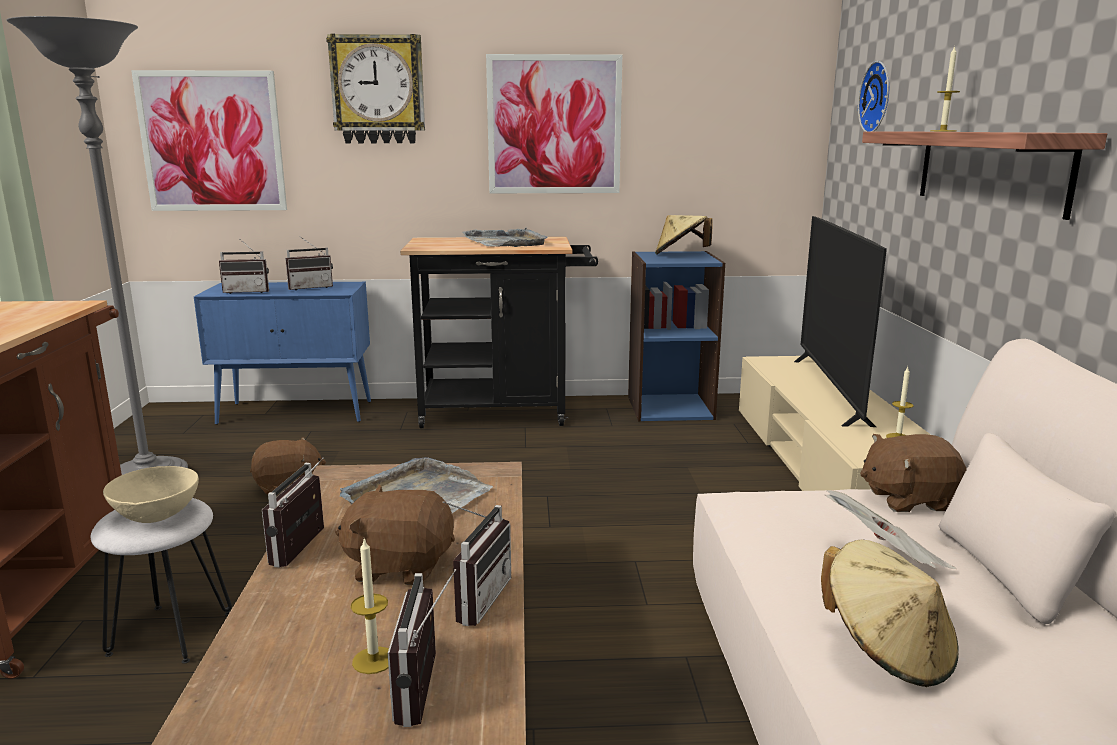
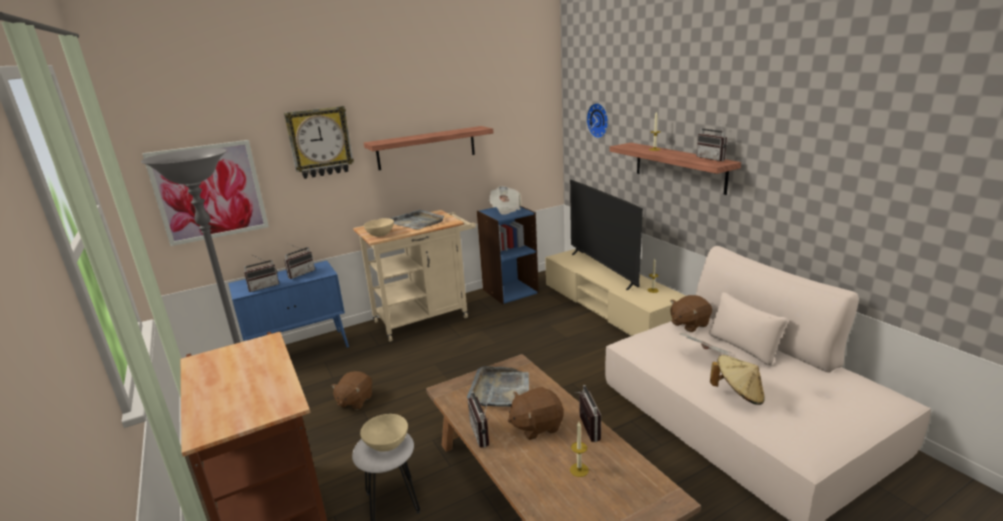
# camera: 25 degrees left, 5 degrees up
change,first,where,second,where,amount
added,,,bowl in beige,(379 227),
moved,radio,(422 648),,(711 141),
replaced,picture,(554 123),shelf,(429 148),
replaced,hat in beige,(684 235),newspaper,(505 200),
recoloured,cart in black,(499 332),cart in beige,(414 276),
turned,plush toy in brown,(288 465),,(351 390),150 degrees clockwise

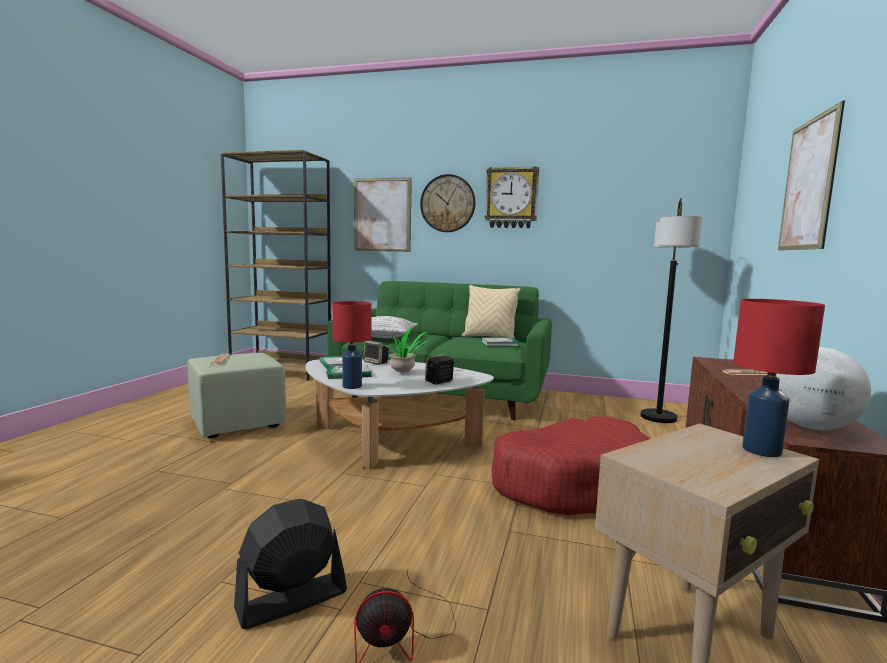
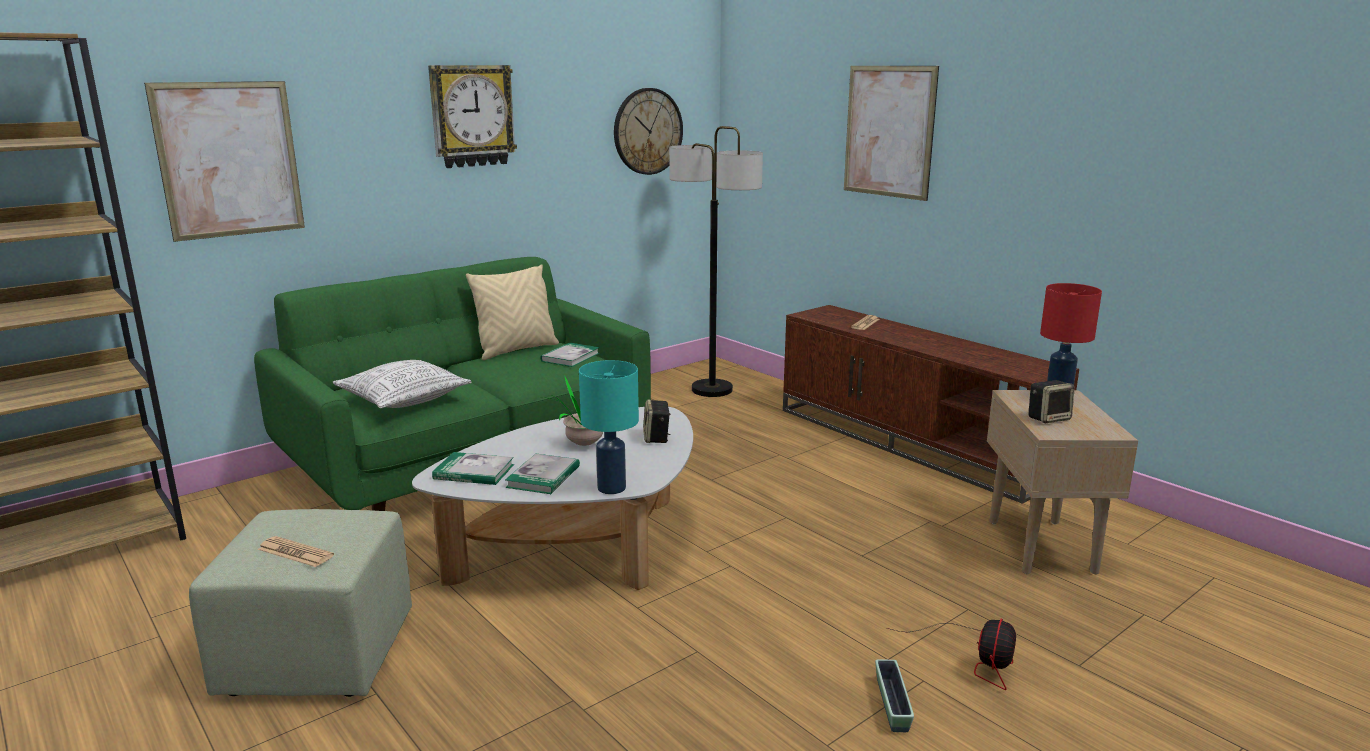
# camera: 55 degrees left, 10 degrees up
change,first,where,second,where,amount
removed,dog bed in red,(570 465),,,
removed,globe,(823 388),,,
moved,speaker,(376 352),,(1052 401),
moved,wall clock,(447 203),,(648 131),
replaced,fan in black,(290 564),planter,(894 696),
recoloured,table lamp in red,(352 345),table lamp in turquoise,(609 427),

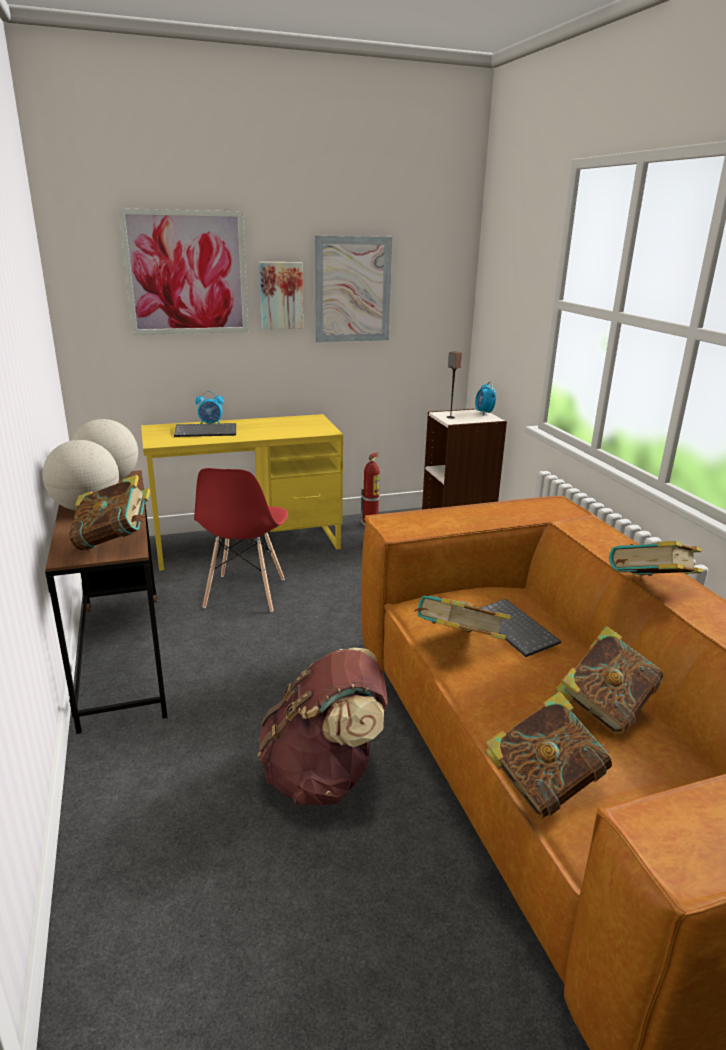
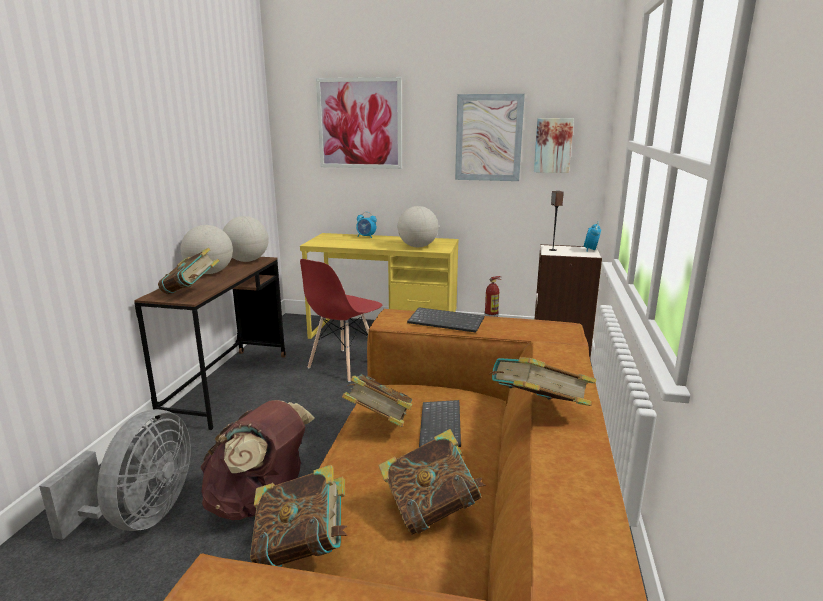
# camera: 30 degrees right, 5 degrees down
change,first,where,second,where,amount
added,,,fan in grey,(115 474),
added,,,globe,(418 226),
moved,keyboard,(205 430),,(445 320),
moved,picture,(281 295),,(554 145),

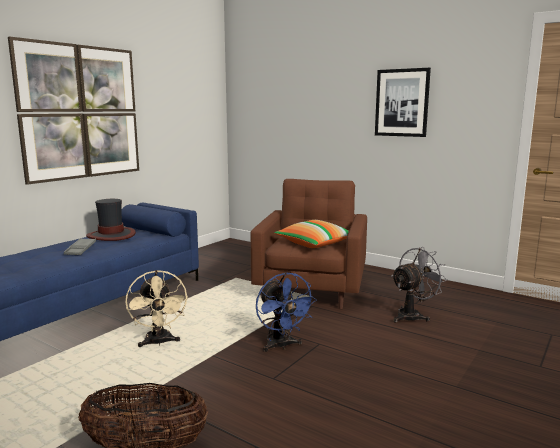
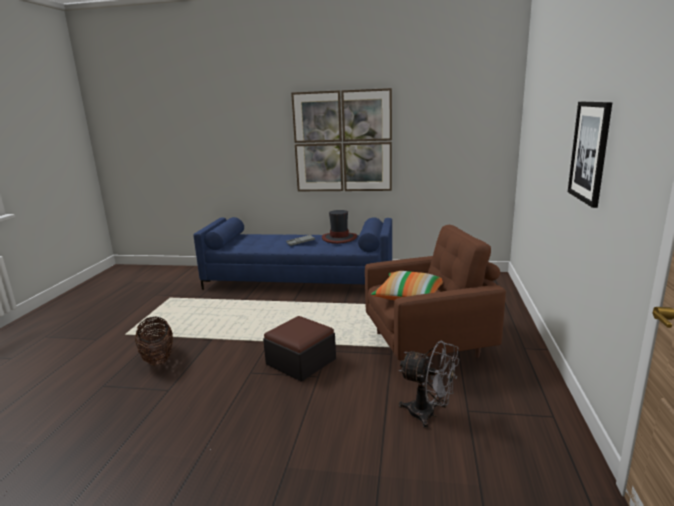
# camera: 65 degrees right, 5 degrees up
change,first,where,second,where,amount
removed,fan in beige,(157 308),,,
replaced,fan in blue,(286 312),ottoman,(299 349),

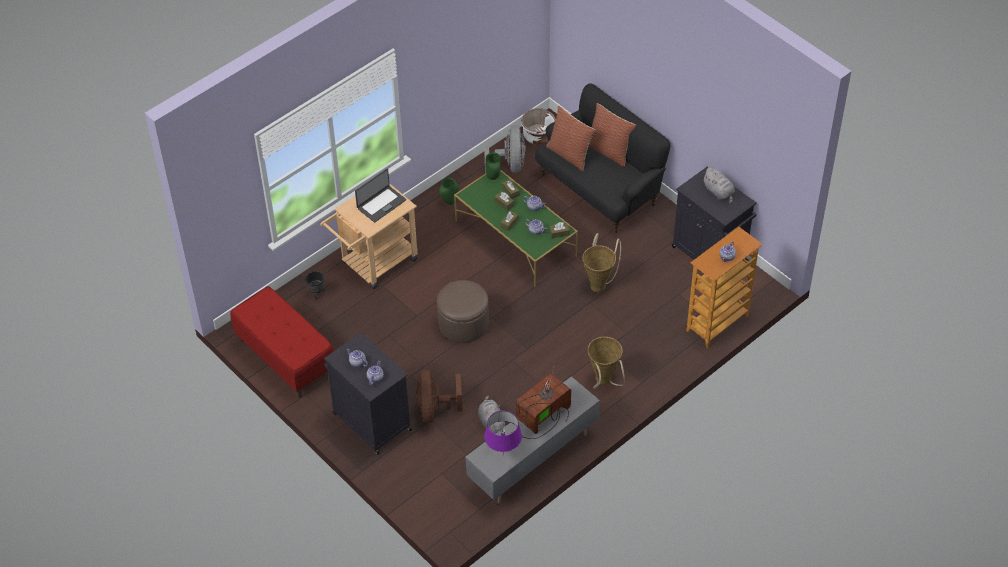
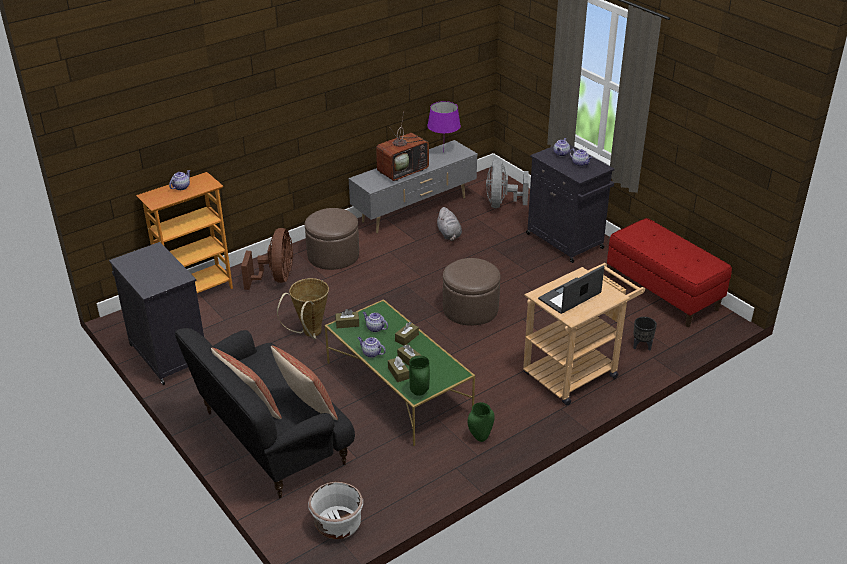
# camera: 175 degrees left, 15 degrees down
change,first,where,second,where,amount
removed,plush toy in grey,(718 185),,,
moved,fan in brown,(439 396),,(267 259),
moved,fan in grey,(505 149),,(507 183),
replaced,basket,(606 363),ottoman in brown,(332 239),

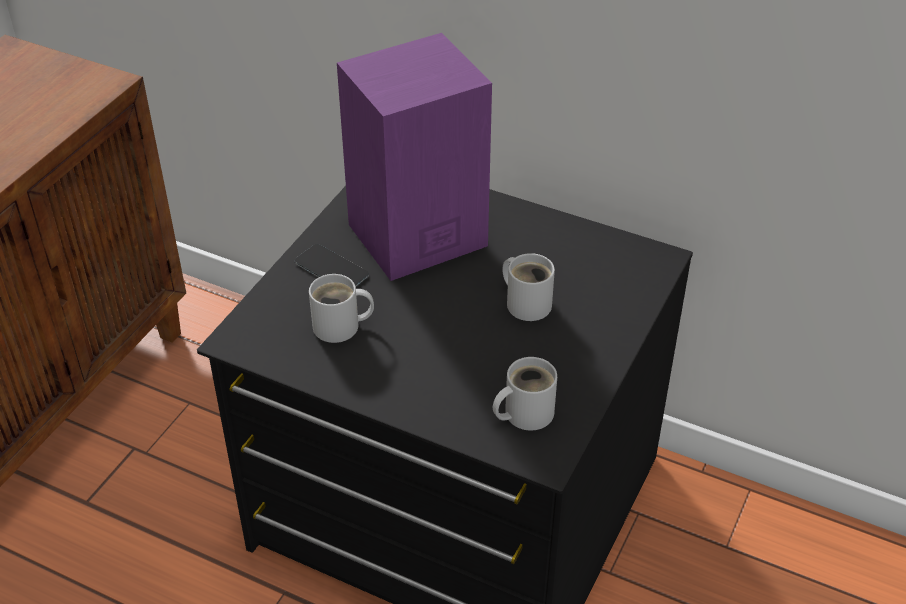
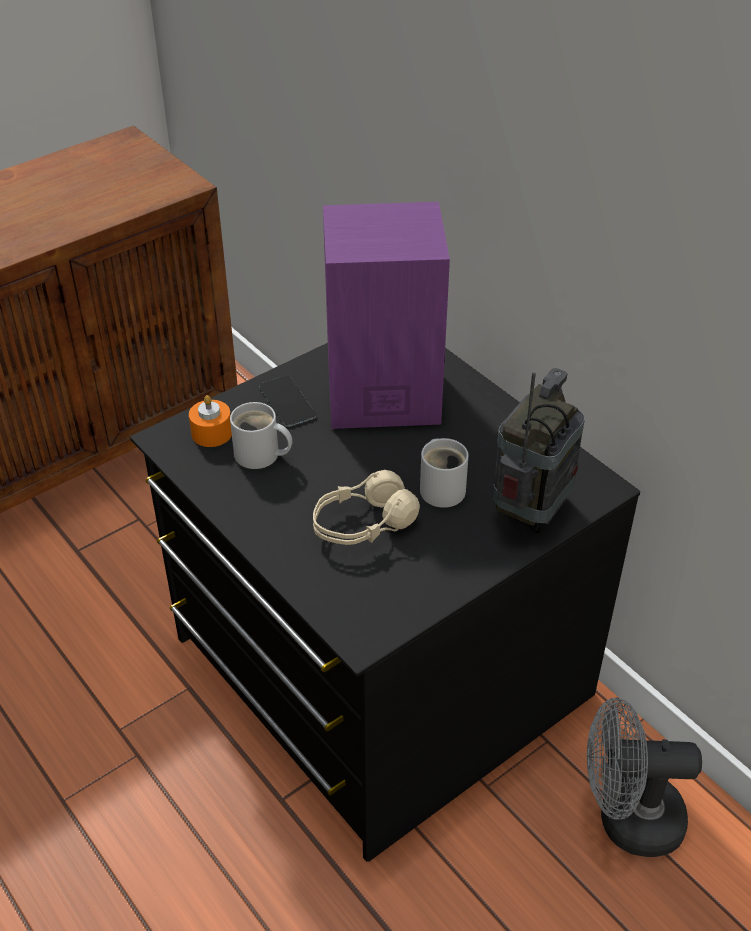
# camera: 25 degrees right, 0 degrees up
change,first,where,second,where,amount
removed,mug in white,(525 393),,,
added,,,candle in orange,(210 421),
added,,,headphones in beige,(366 507),
added,,,radio,(539 450),
added,,,fan in grey,(644 777),

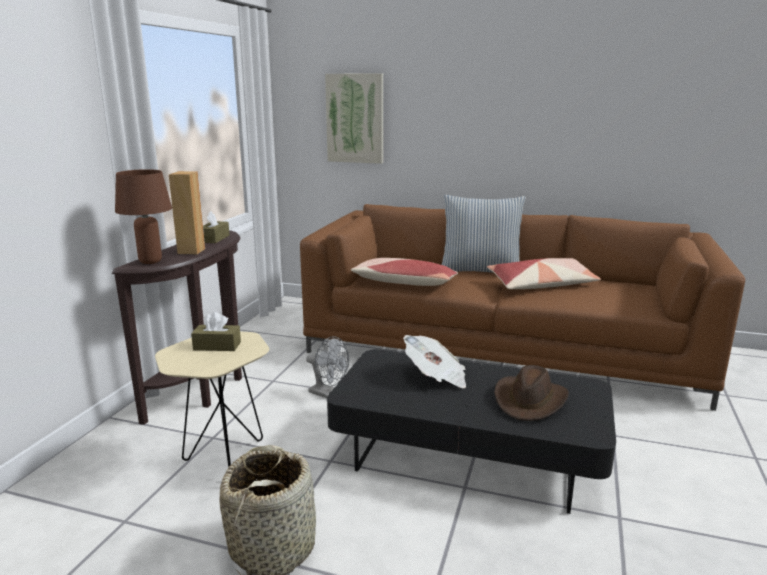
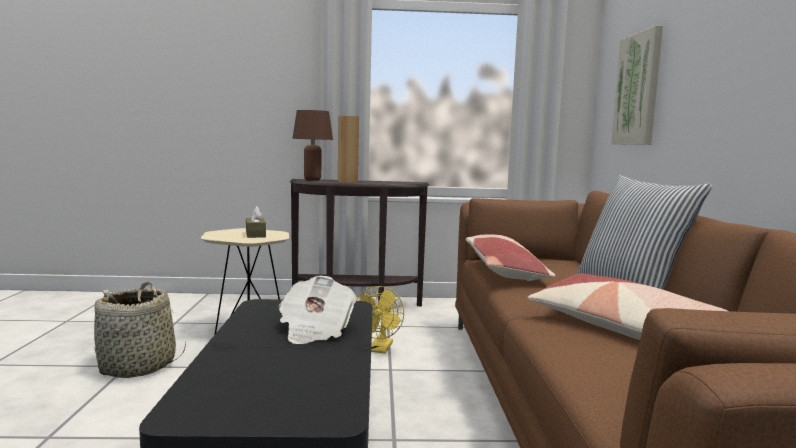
# camera: 70 degrees right, 10 degrees down
change,first,where,second,where,amount
removed,tissue box in brown,(216 227),,,
removed,hat in brown,(531 393),,,
recoloured,fan in grey,(327 367),fan in yellow,(380 320),

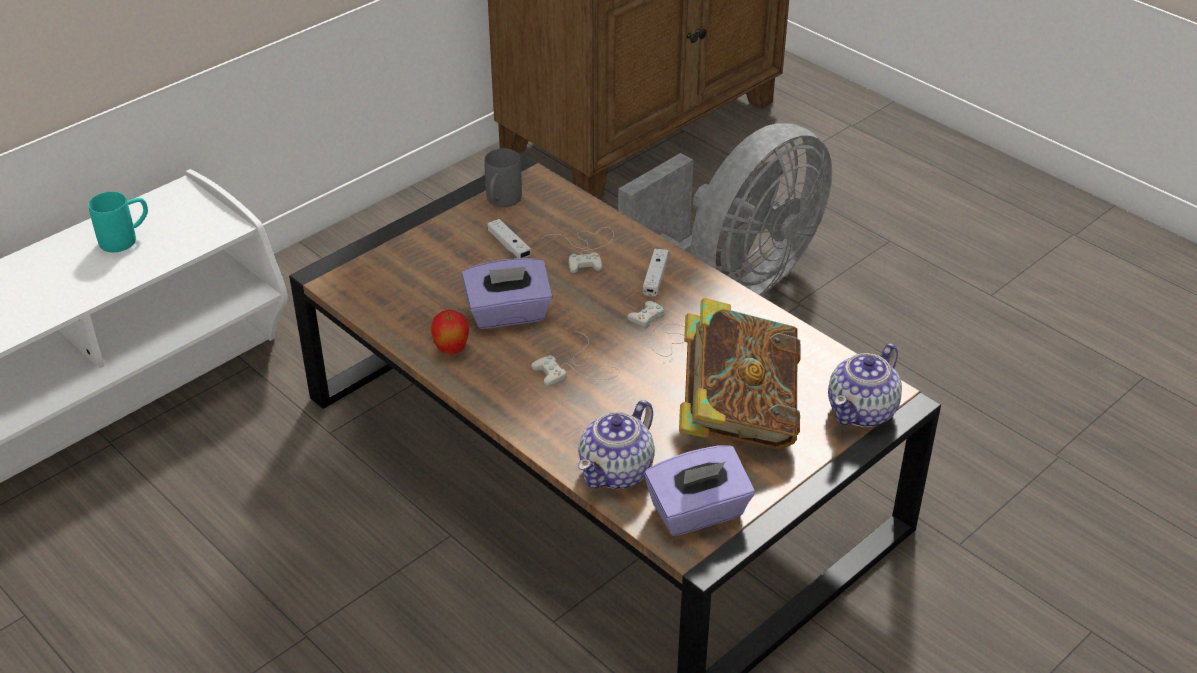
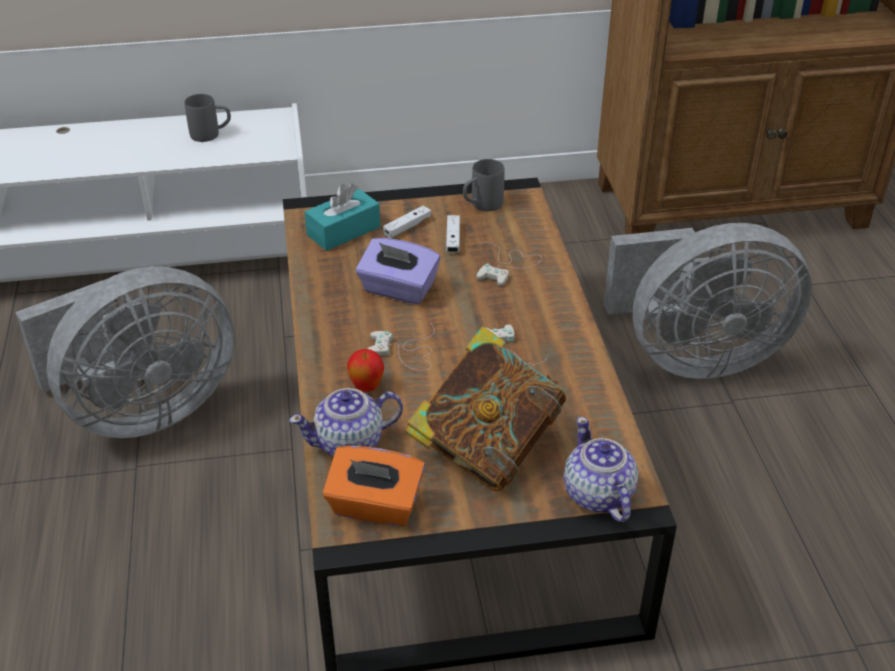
# camera: 35 degrees right, 0 degrees up
change,first,where,second,where,amount
added,,,fan in grey,(125 352),
added,,,tissue box in turquoise,(342 217),
moved,apple,(449 332),,(365 370),
moved,game controller in white,(656 272),,(407 222),
recoloured,mug in turquoise,(118 222),mug in grey,(208 118),
recoloured,tissue box in purple,(699 490),tissue box in orange,(374 486),
turned,teapot,(865 385),,(601 469),90 degrees clockwise

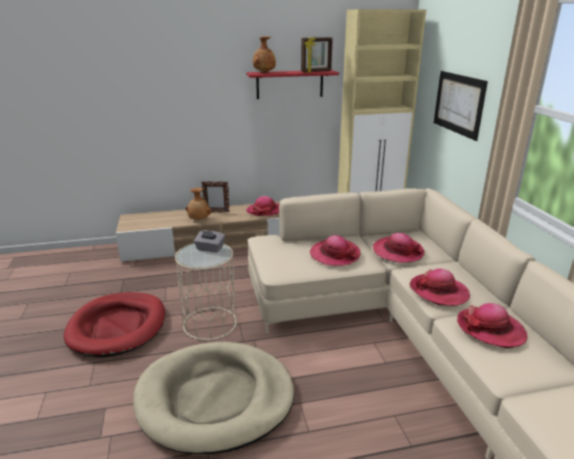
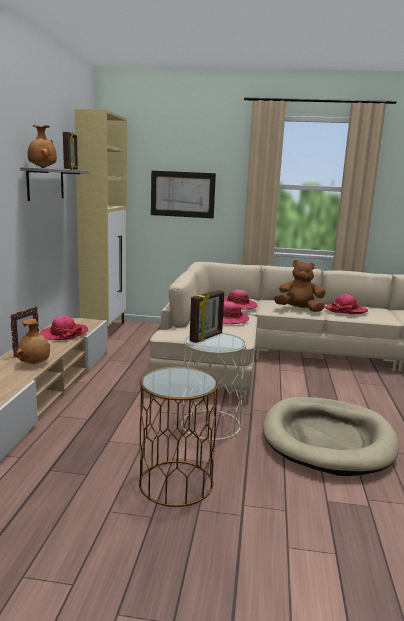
# camera: 70 degrees left, 10 degrees down
change,first,where,second,where,amount
replaced,dog bed in red,(114 324),side table in brown,(179 437),
replaced,tissue box in grey,(209 241),picture frame,(207 316),
replaced,hat,(440 287),plush toy in brown,(300 286),
recoloured,shelf in red,(292 84),shelf in grey,(54 184),

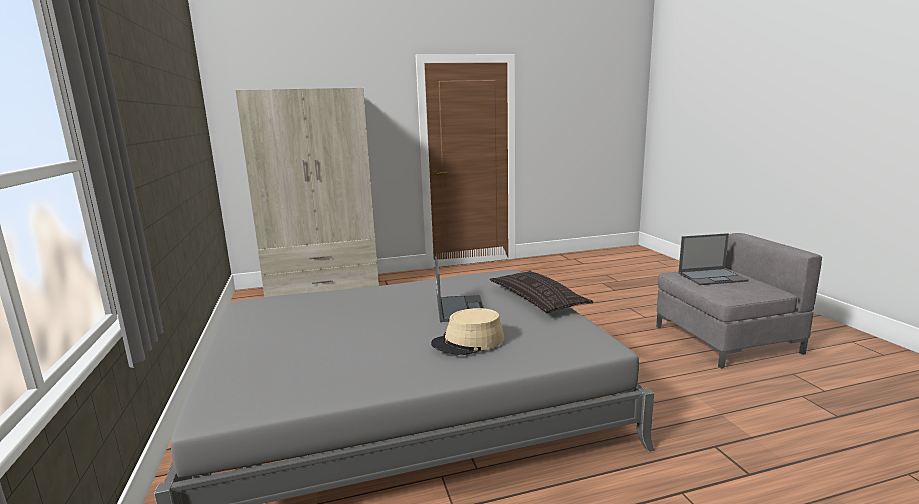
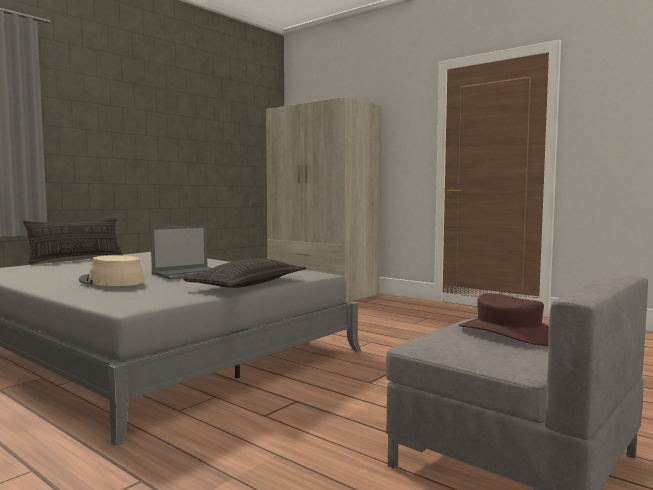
# camera: 55 degrees right, 10 degrees down
change,first,where,second,where,amount
added,,,pillow,(73 241),
replaced,laptop,(713 259),hat in brown,(504 319),

